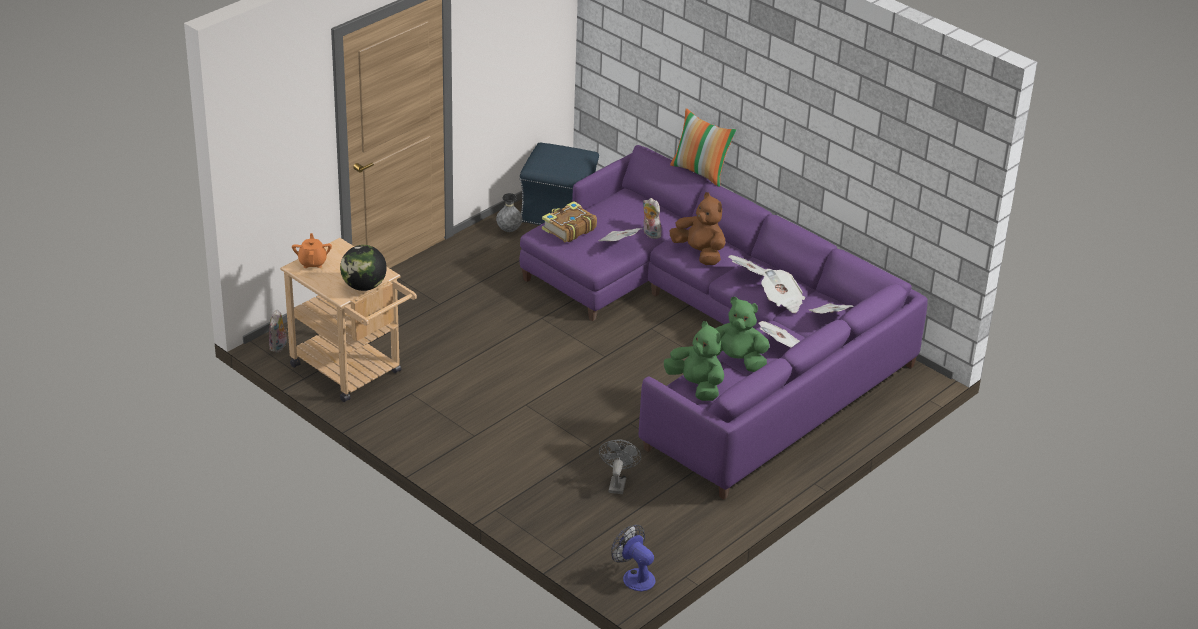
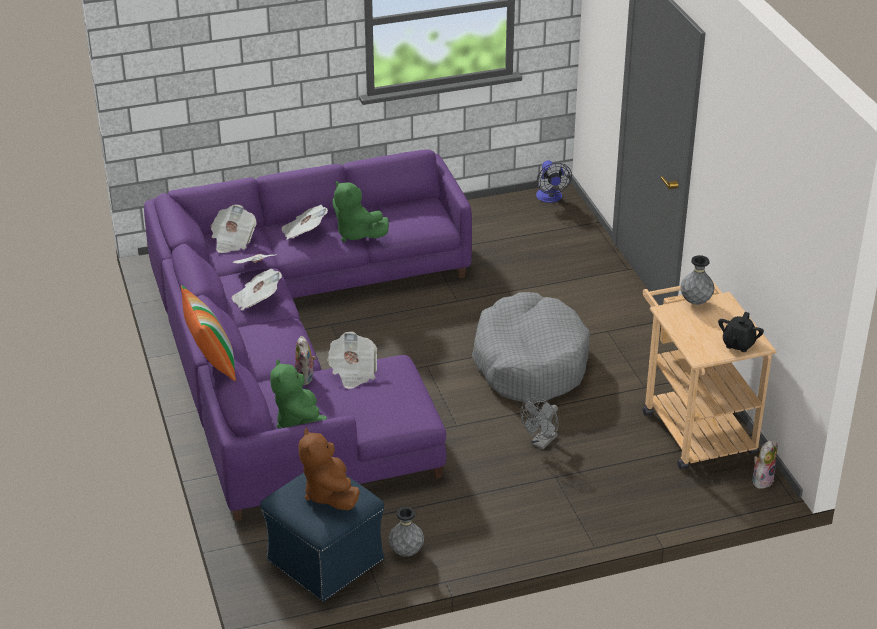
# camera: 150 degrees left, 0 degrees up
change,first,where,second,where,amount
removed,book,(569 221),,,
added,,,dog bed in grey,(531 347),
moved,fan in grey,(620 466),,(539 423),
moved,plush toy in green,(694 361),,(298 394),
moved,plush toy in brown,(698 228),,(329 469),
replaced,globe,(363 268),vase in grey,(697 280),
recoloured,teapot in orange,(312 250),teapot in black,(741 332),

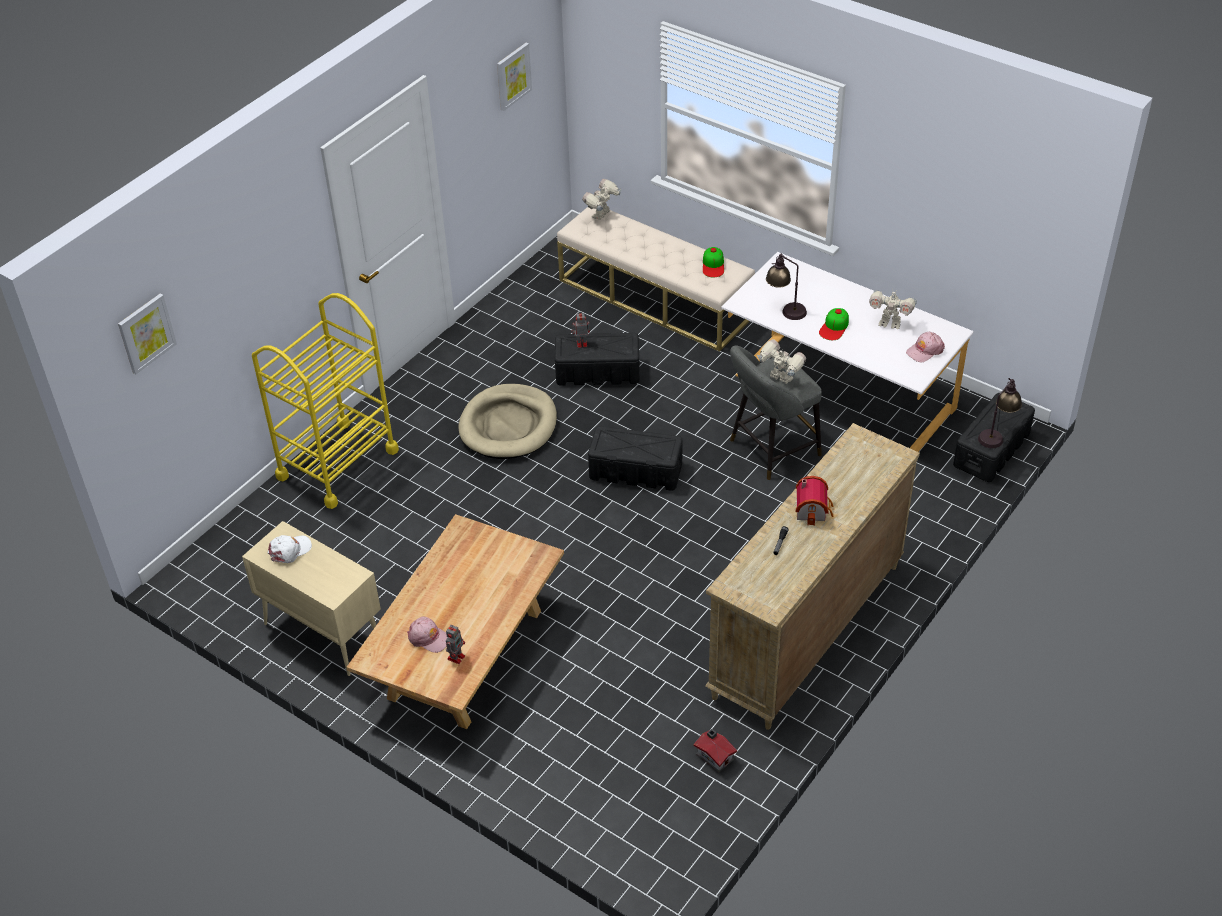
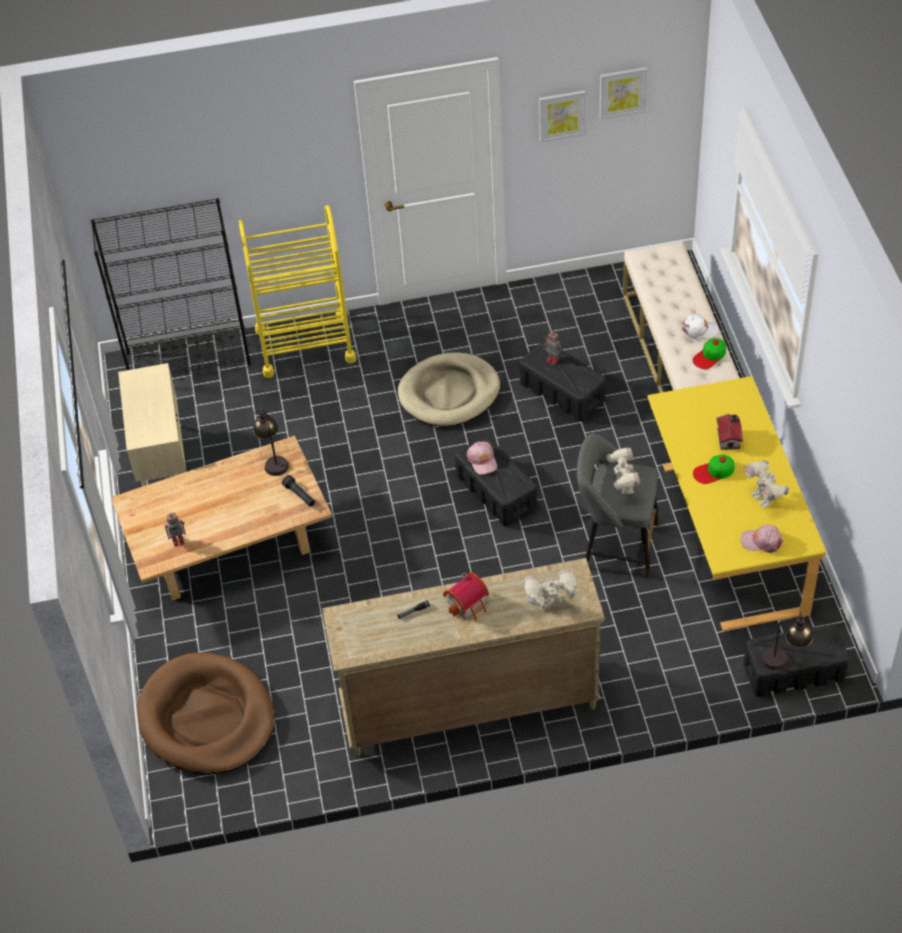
# camera: 45 degrees right, 5 degrees up
change,first,where,second,where,amount
added,,,bookcase in black,(171 286),
added,,,dog bed in brown,(206 714),
added,,,flashlight in black,(298 491),
moved,picture,(147 334),,(562 116),
moved,cap in white,(290 549),,(700 326),
moved,cap in pink,(427 635),,(482 458),
moved,toy robot,(601 199),,(551 589),
moved,toy house,(715 750),,(729 432),
moved,table lamp,(786 287),,(271 442),
recoloured,desk in white,(847 352),desk in yellow,(737 503),

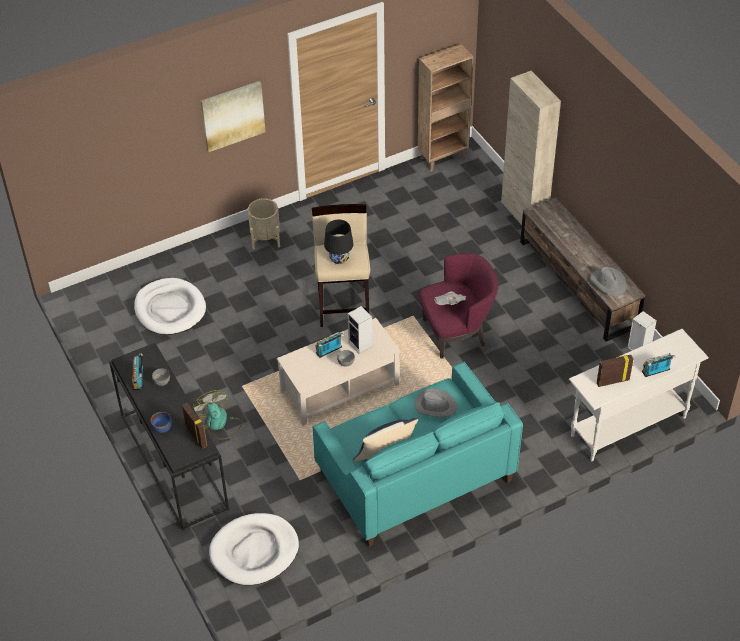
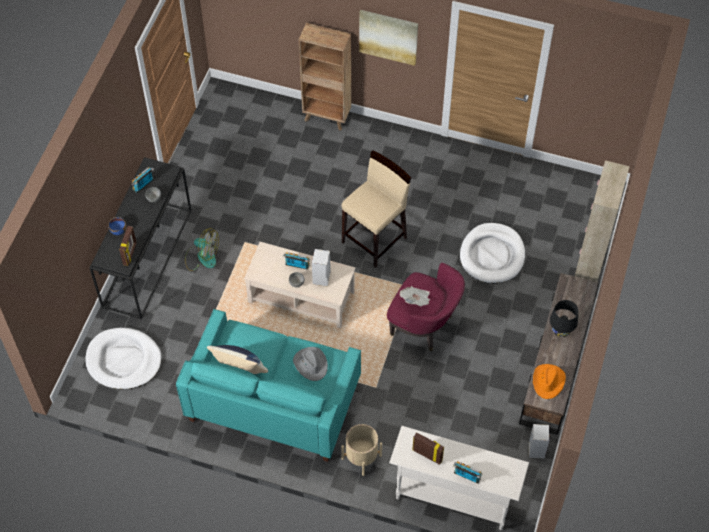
# camera: 45 degrees right, 10 degrees up
change,first,where,second,where,amount
moved,dog bed in white,(170 306),,(492 253),
moved,planter in beige,(264 223),,(361 450),
moved,table lamp in black,(339 242),,(564 318),
moved,bookcase in brown,(445 108),,(325 76),
recoloured,hat in grey,(608 281),hat in orange,(549 381),
turned,fan,(218 415),,(202 249),90 degrees clockwise

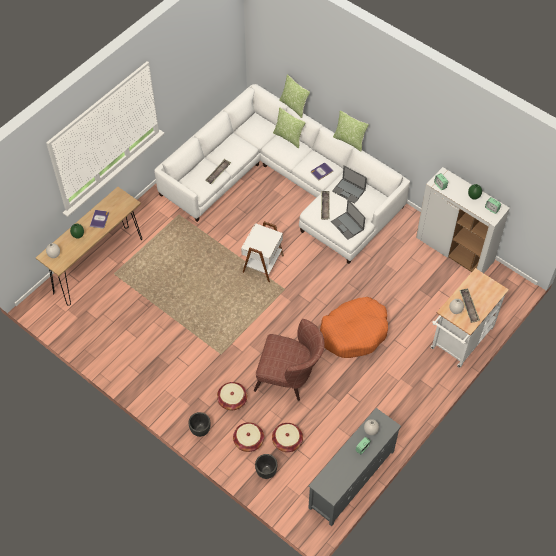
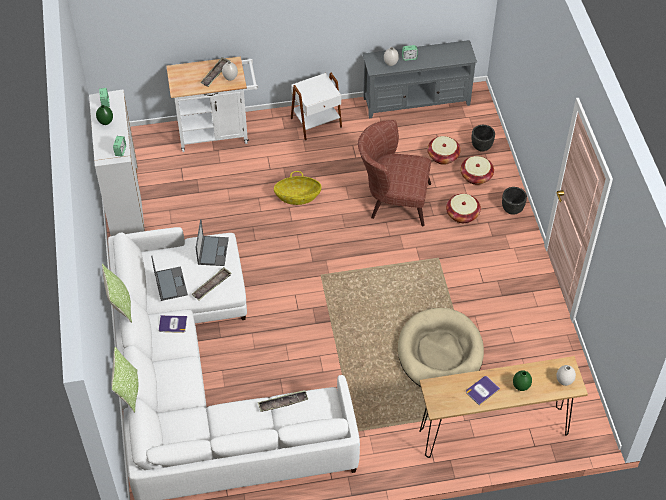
# camera: 140 degrees left, 5 degrees down
change,first,where,second,where,amount
removed,pillow,(289 127),,,
added,,,dog bed in beige,(441 347),
moved,side table in white,(262 251),,(316 107),
replaced,dog bed in orange,(354 327),basket,(298 188),
turned,armchair in brown,(289 360),,(394 173),45 degrees counterclockwise

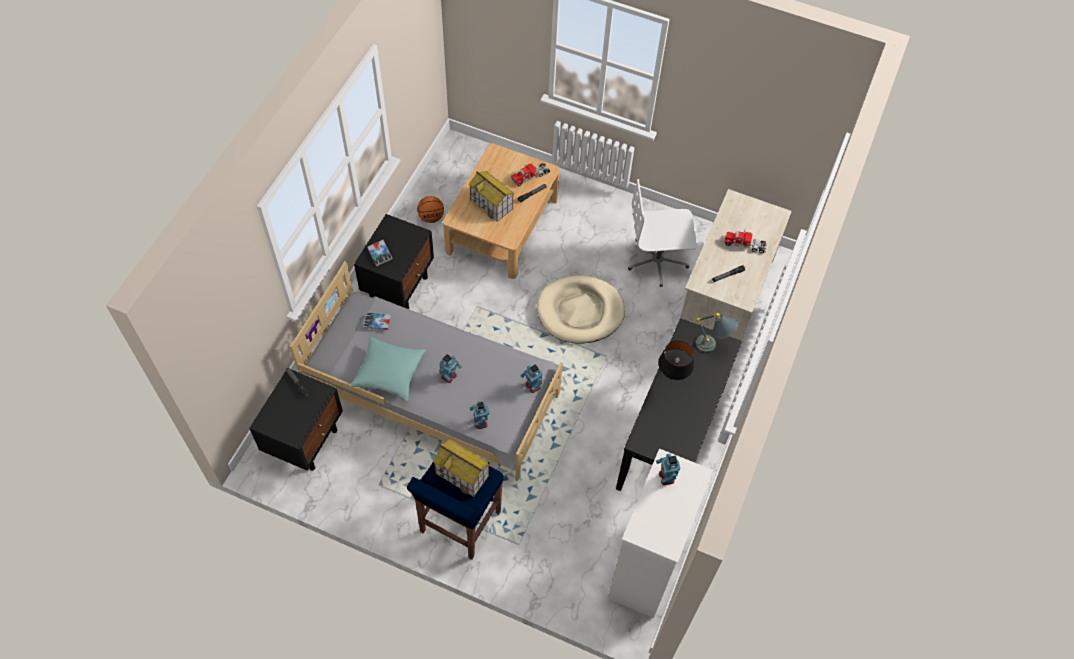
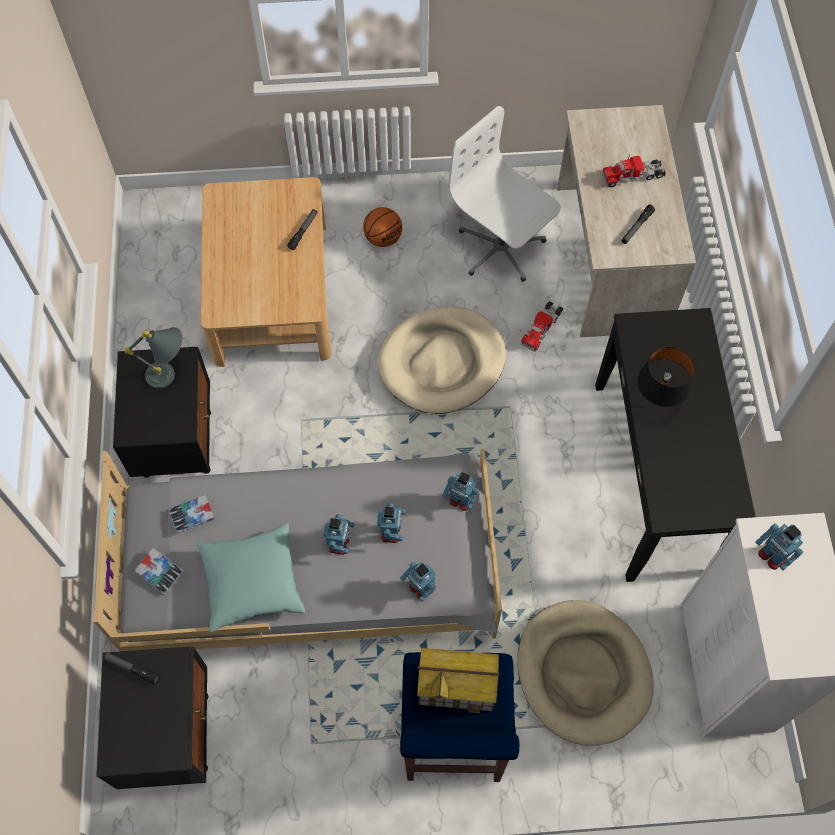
# camera: 25 degrees left, 5 degrees up
change,first,where,second,where,amount
removed,toy house,(491 196),,,
added,,,toy robot,(391 523),
added,,,dog bed in beige,(586 673),
moved,book,(380 253),,(159 571),
moved,basketball,(430 209),,(382 227),
moved,toy truck,(530 175),,(542 326),
moved,table lamp in grey,(717 333),,(153 358),
turned,office chair in white,(662 233),,(505 194),75 degrees clockwise

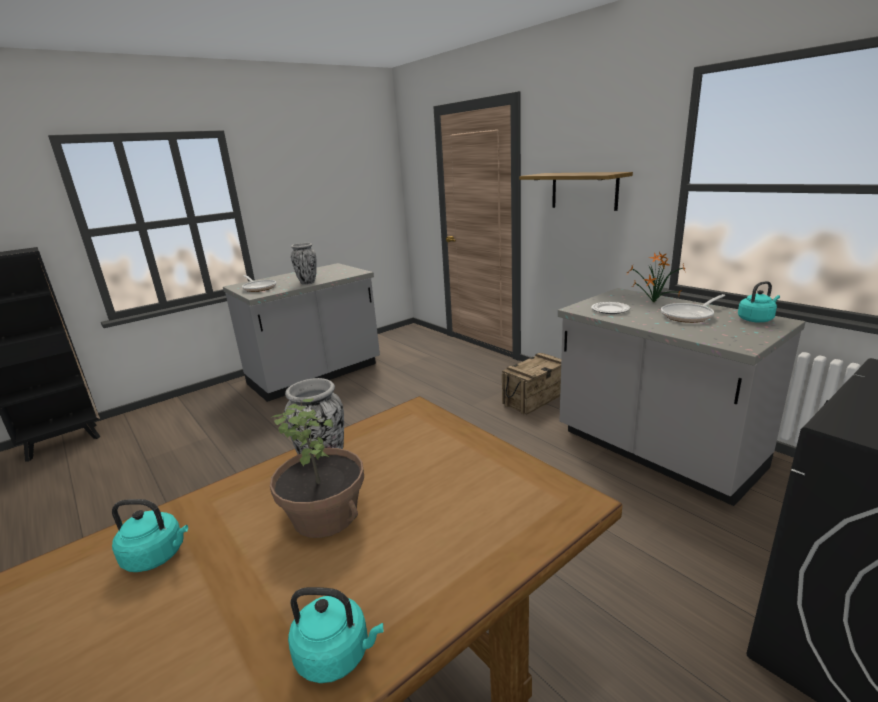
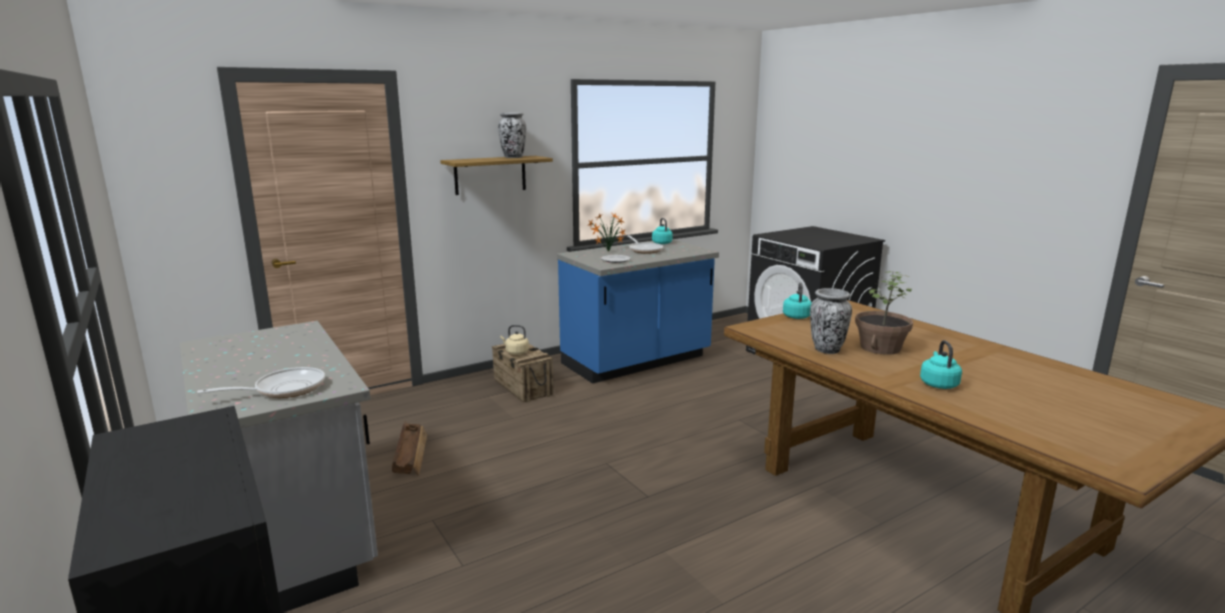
# camera: 85 degrees left, 5 degrees down
change,first,where,second,where,amount
added,,,crate,(409 448),
added,,,kettle in beige,(514 340),
moved,kettle in turquoise,(335 635),,(797 300),
moved,vase,(304 264),,(512 135),
recoloured,counter in grey,(682 397),counter in blue,(638 311),

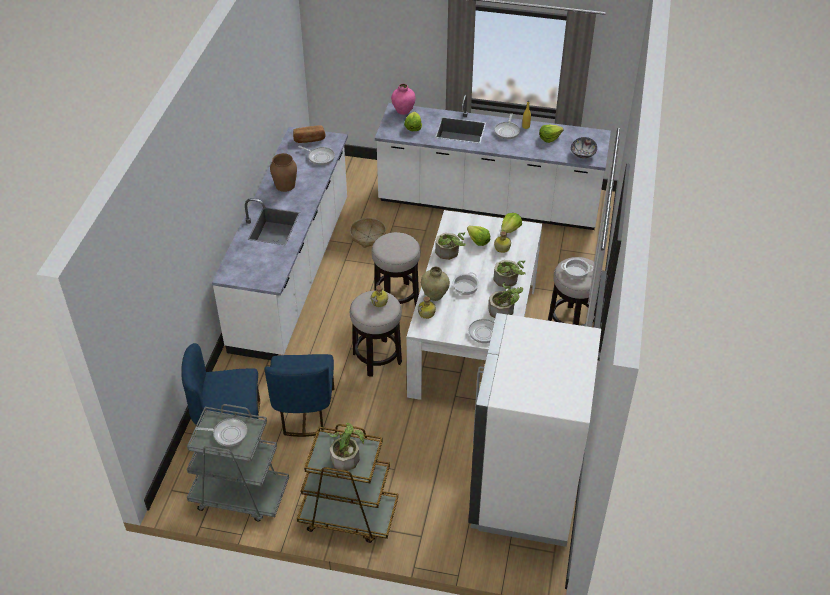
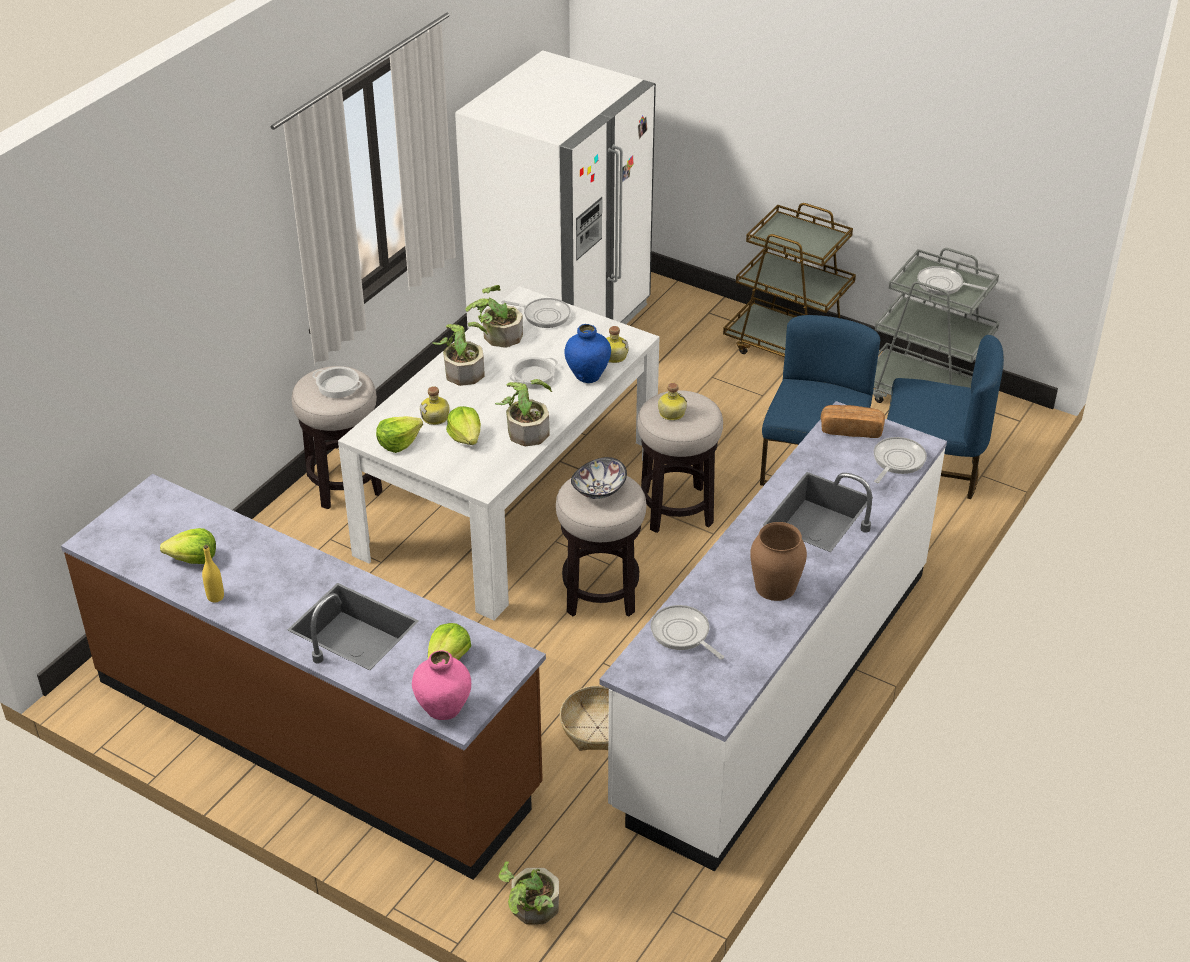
# camera: 160 degrees left, 5 degrees down
change,first,where,second,where,amount
moved,bread,(309 134),,(853 421),
moved,potted plant,(346 447),,(528 893),
moved,frying pan,(507 126),,(900 460),
moved,bowl,(584 148),,(599 478),
recoloured,counter in white,(493 162),counter in brown,(303 677),
recoloured,vase in beige,(435 284),vase in blue,(587 353),

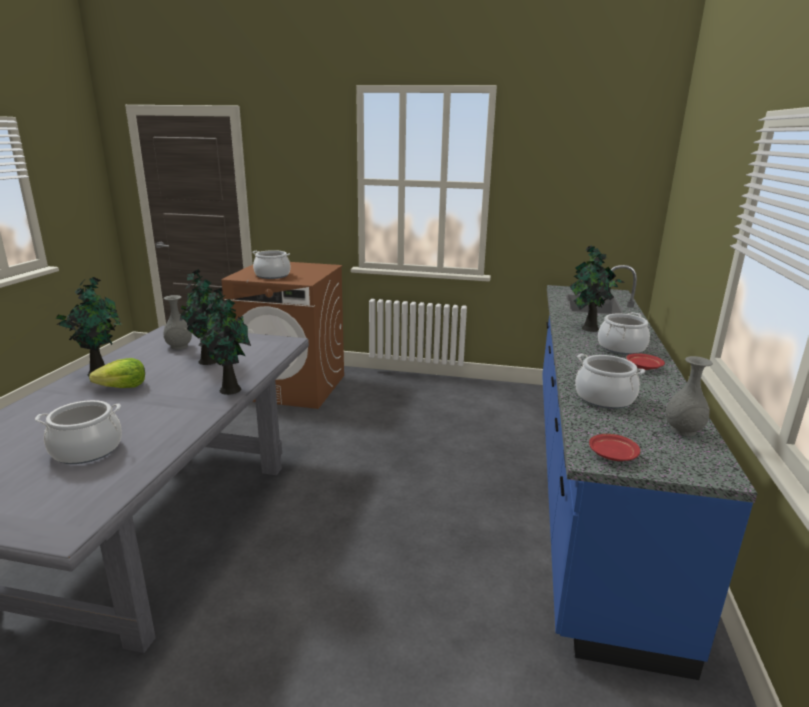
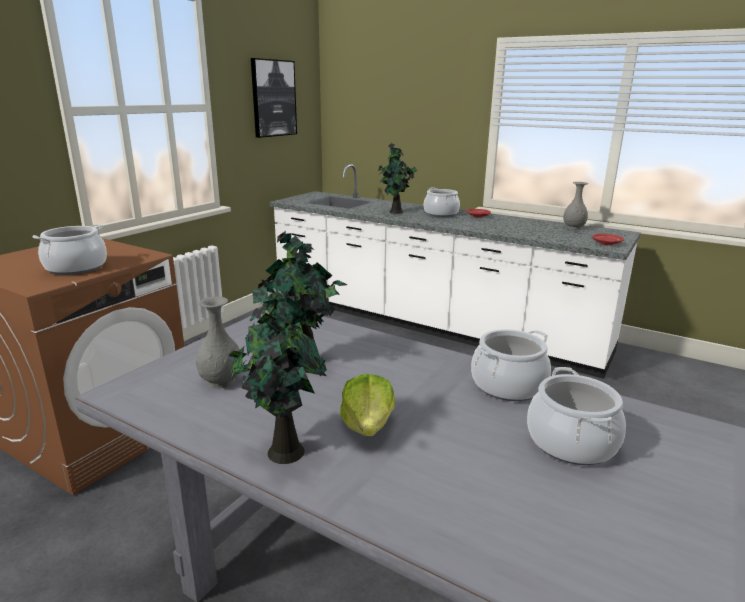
# camera: 70 degrees left, 0 degrees up
change,first,where,second,where,amount
removed,potted plant,(225 341),,,
added,,,picture,(274 98),
moved,cooking pot,(610 381),,(511 365),
recoloured,counter in blue,(650 472),counter in white,(455 271),

